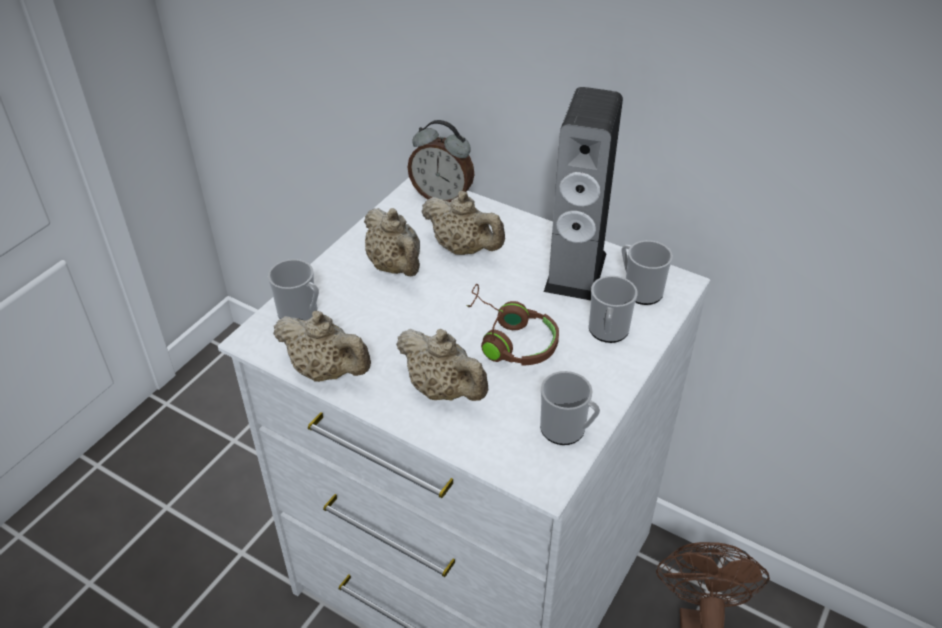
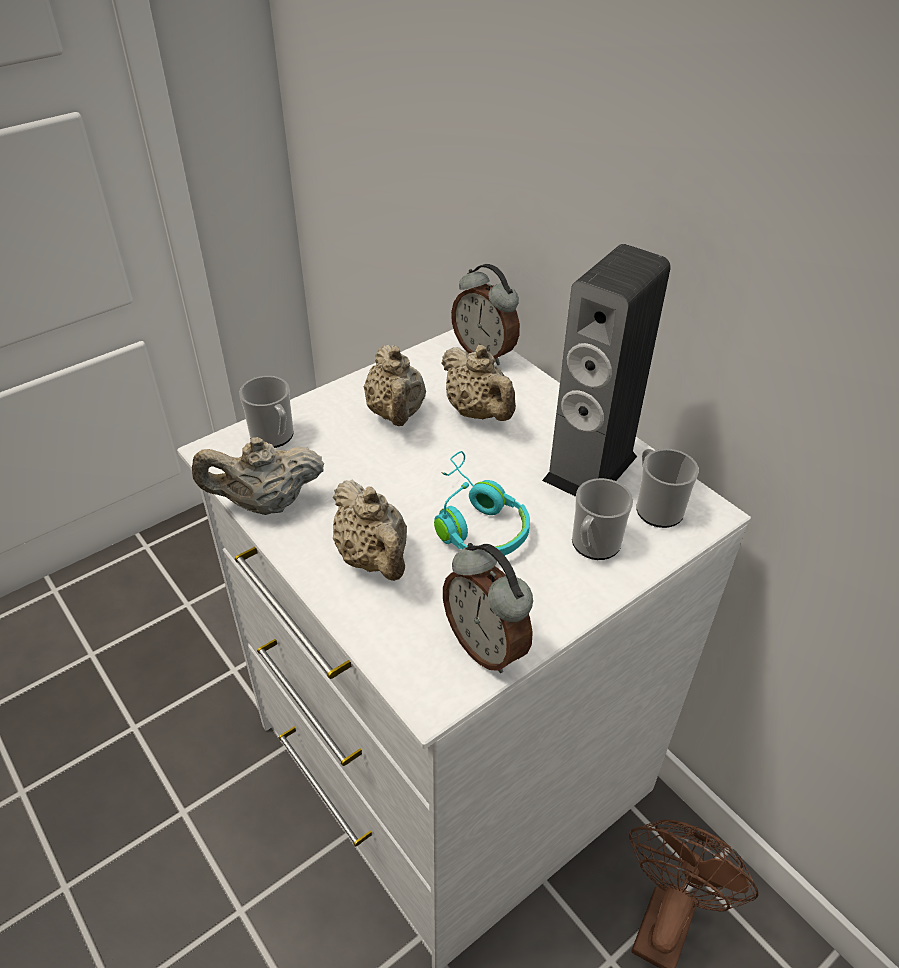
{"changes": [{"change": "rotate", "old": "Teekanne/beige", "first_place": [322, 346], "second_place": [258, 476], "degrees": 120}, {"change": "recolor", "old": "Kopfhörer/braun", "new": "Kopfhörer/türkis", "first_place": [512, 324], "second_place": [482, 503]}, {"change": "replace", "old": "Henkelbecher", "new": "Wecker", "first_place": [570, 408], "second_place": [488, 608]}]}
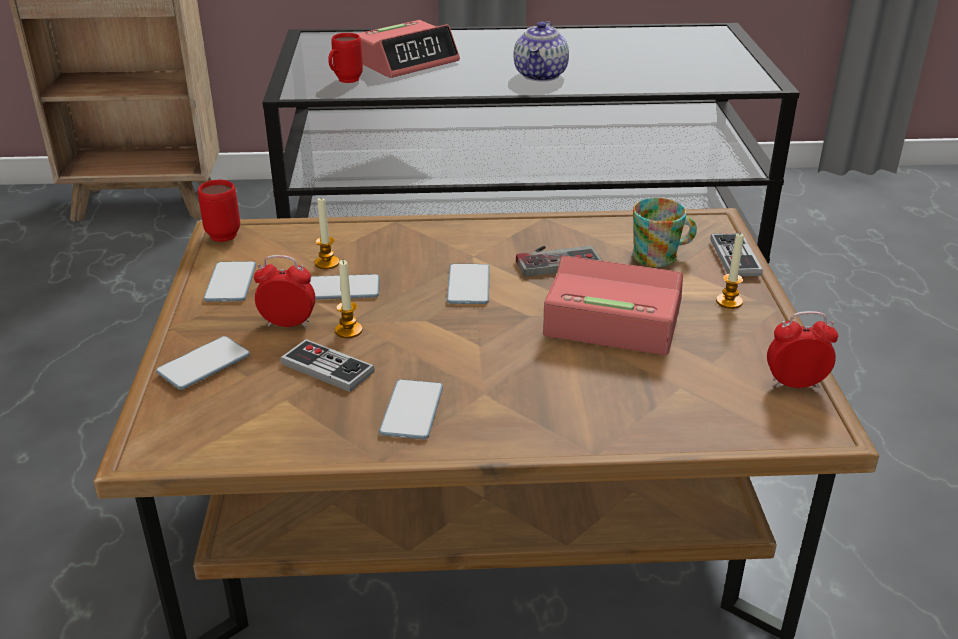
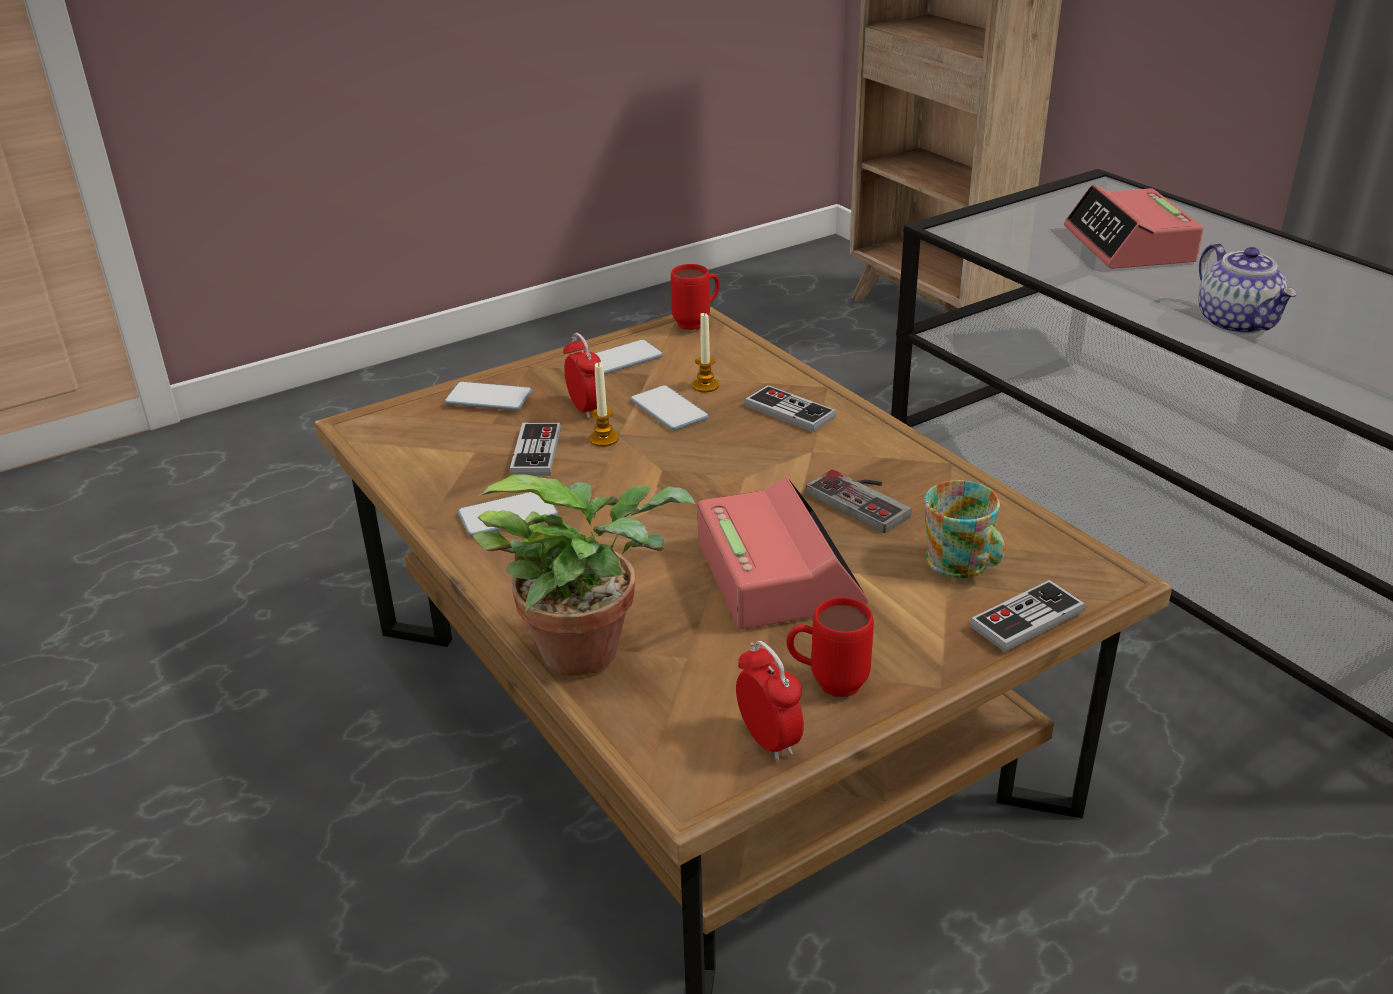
{"changes": [{"change": "move", "old": "Henkelbecher/rot", "first_place": [345, 58], "second_place": [830, 647]}, {"change": "rotate", "old": "Wecker", "first_place": [408, 49], "second_place": [1133, 226], "degrees": 60}, {"change": "delete", "old": "Handy", "first_place": [468, 284]}, {"change": "rotate", "old": "Teekanne", "first_place": [541, 51], "second_place": [1247, 288], "degrees": -90}, {"change": "delete", "old": "Kerze", "first_place": [730, 271]}, {"change": "insert", "new": "Topfpflanze", "second_place": [583, 575]}, {"change": "insert", "new": "Gamepad", "second_place": [790, 408]}]}
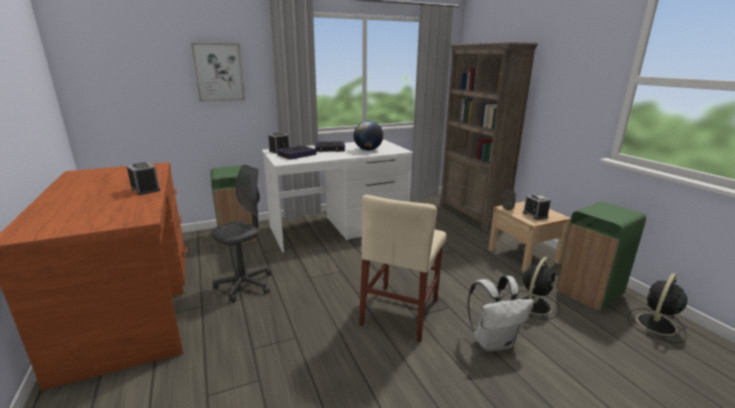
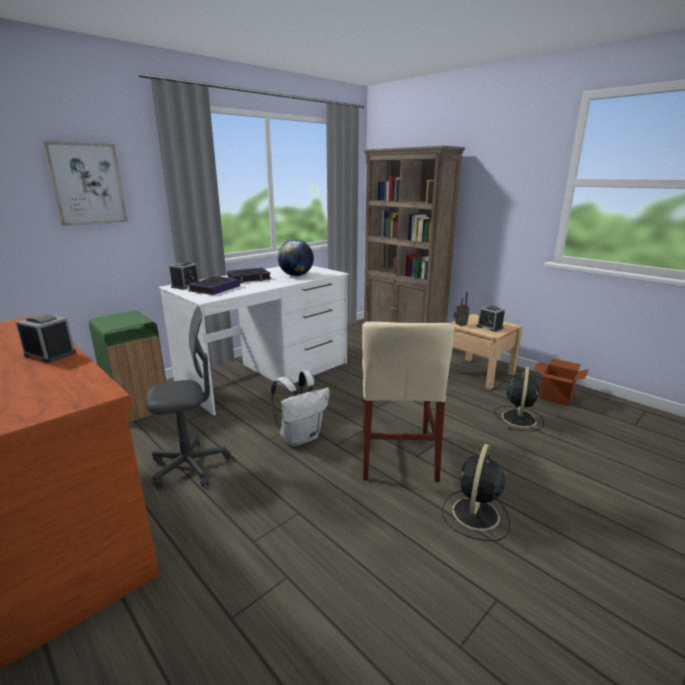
{"changes": [{"change": "rotate", "old": "Bürostuhl/grau", "first_place": [241, 233], "second_place": [188, 397], "degrees": 45}, {"change": "move", "old": "Rucksack/weiß", "first_place": [501, 314], "second_place": [300, 408]}, {"change": "replace", "old": "Mülleimer/grün", "new": "Karton", "first_place": [601, 256], "second_place": [561, 382]}, {"change": "move", "old": "Ventilator/schwarz", "first_place": [658, 308], "second_place": [476, 492]}]}
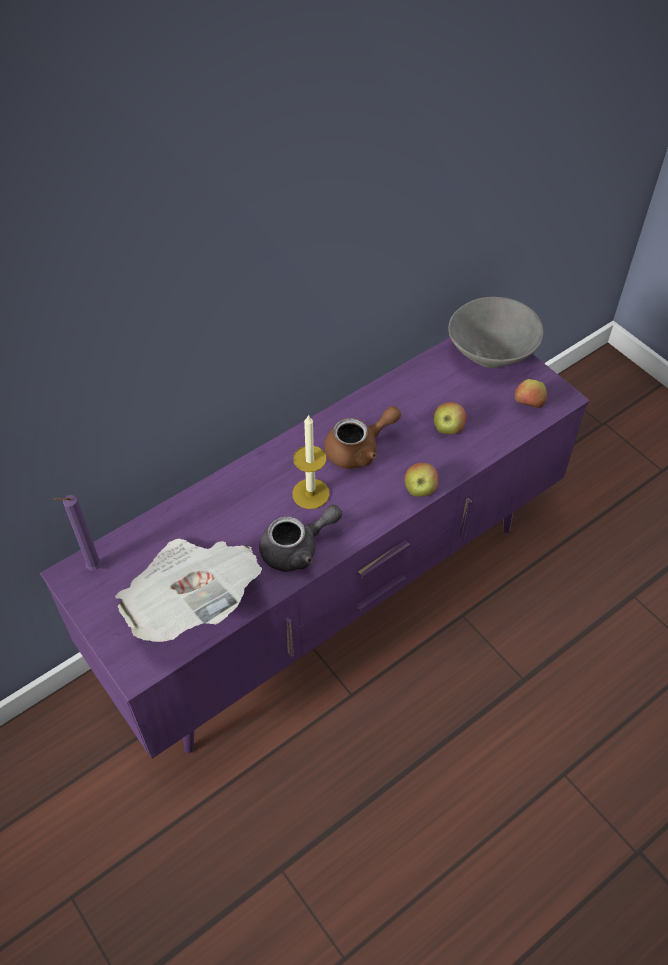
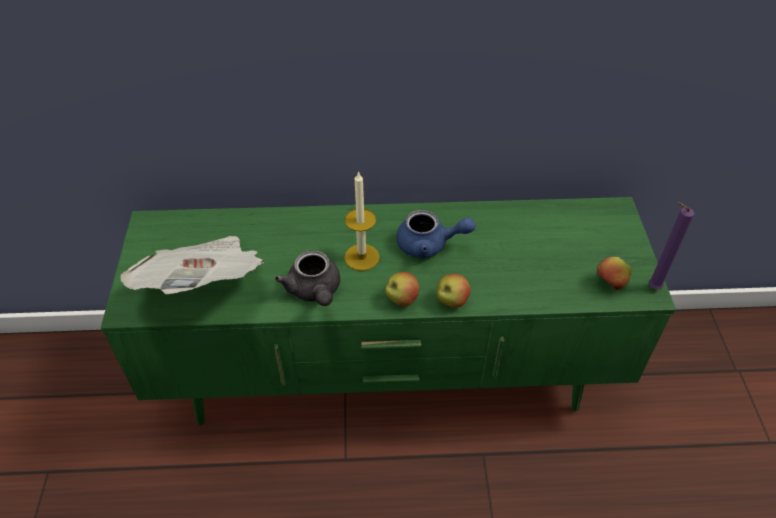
{"changes": [{"change": "recolor", "old": "Fernsehschrank/lila", "new": "Fernsehschrank/grün", "first_place": [315, 548], "second_place": [388, 311]}, {"change": "move", "old": "Kerze/lila", "first_place": [77, 533], "second_place": [671, 246]}, {"change": "rotate", "old": "Teekanne/grau", "first_place": [300, 538], "second_place": [307, 278], "degrees": 60}, {"change": "recolor", "old": "Teekanne/braun", "new": "Teekanne/blau", "first_place": [362, 437], "second_place": [436, 234]}, {"change": "move", "old": "Apfel", "first_place": [450, 418], "second_place": [402, 289]}, {"change": "delete", "old": "Schüssel/grau", "first_place": [495, 332]}]}
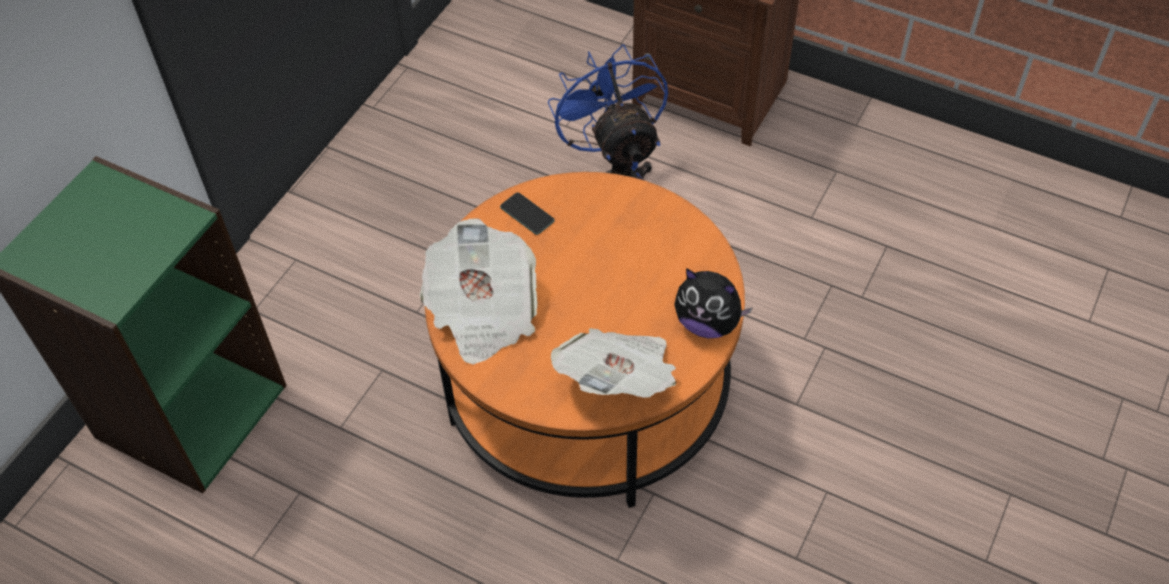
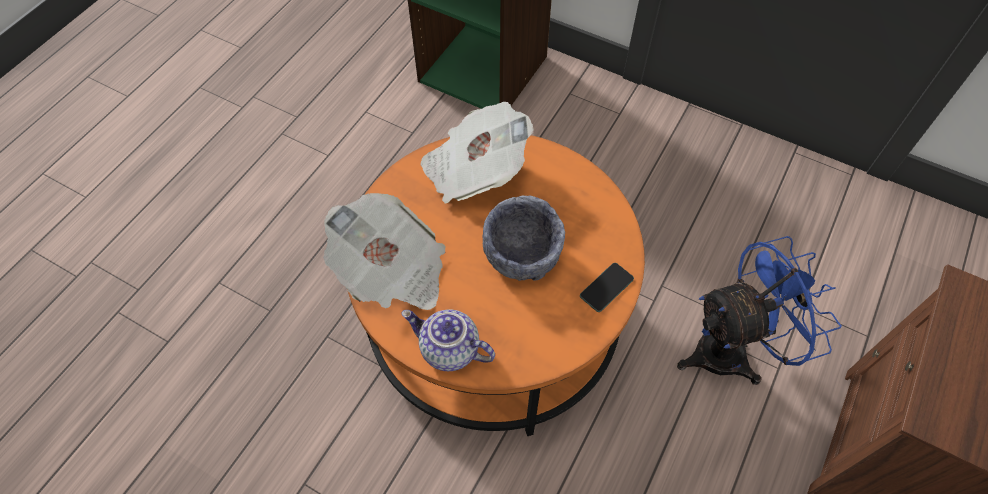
{"changes": [{"change": "move", "old": "Handy", "first_place": [527, 213], "second_place": [607, 287]}, {"change": "replace", "old": "Plüschtier", "new": "Teekanne", "first_place": [713, 303], "second_place": [448, 340]}, {"change": "insert", "new": "Schüssel/grau", "second_place": [523, 238]}]}
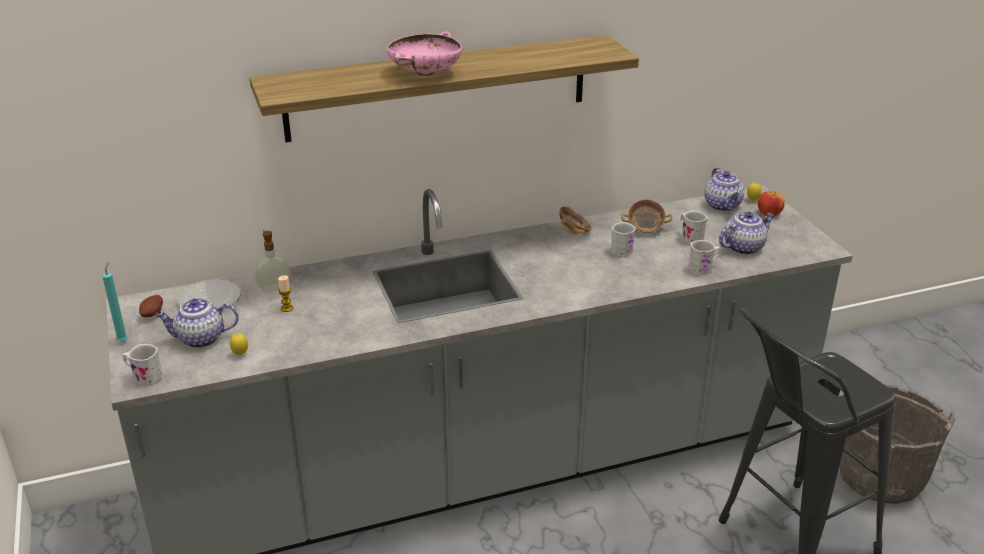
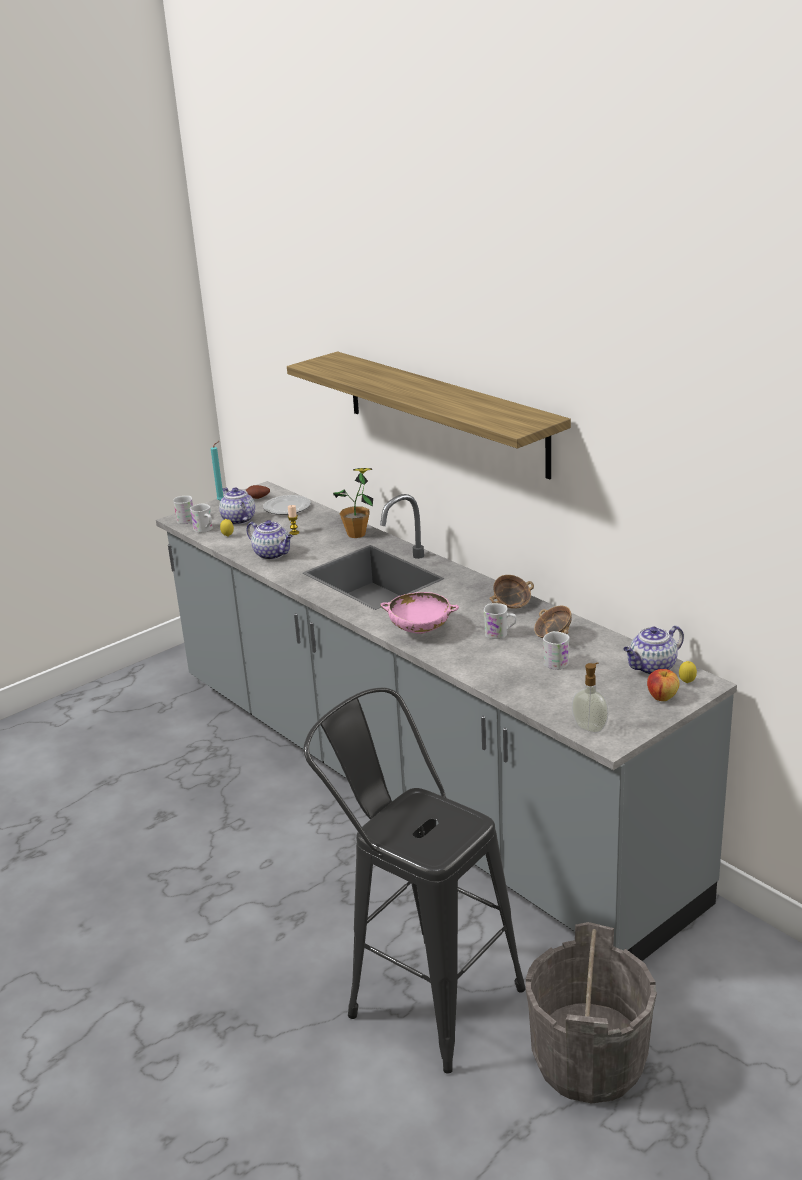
{"changes": [{"change": "move", "old": "Seifenspender", "first_place": [272, 261], "second_place": [590, 697]}, {"change": "move", "old": "Schüssel/rosa", "first_place": [424, 54], "second_place": [419, 613]}, {"change": "move", "old": "Henkelbecher/weiß", "first_place": [704, 257], "second_place": [201, 518]}, {"change": "move", "old": "Teekanne", "first_place": [746, 233], "second_place": [269, 540]}, {"change": "insert", "new": "Topfpflanze", "second_place": [353, 503]}]}
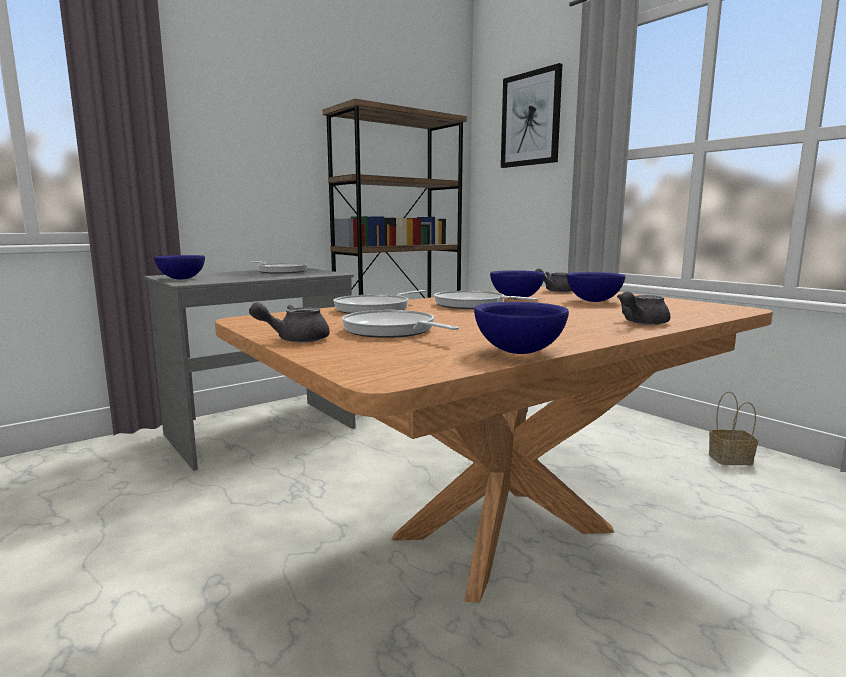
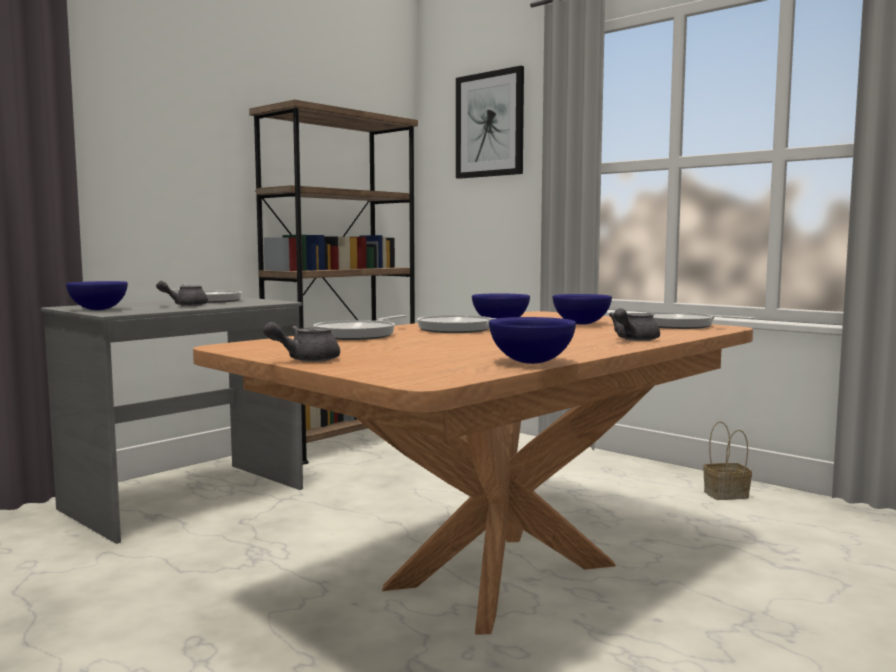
{"changes": [{"change": "move", "old": "Pfanne", "first_place": [400, 324], "second_place": [701, 320]}, {"change": "move", "old": "Teekanne/grau", "first_place": [553, 280], "second_place": [182, 293]}]}
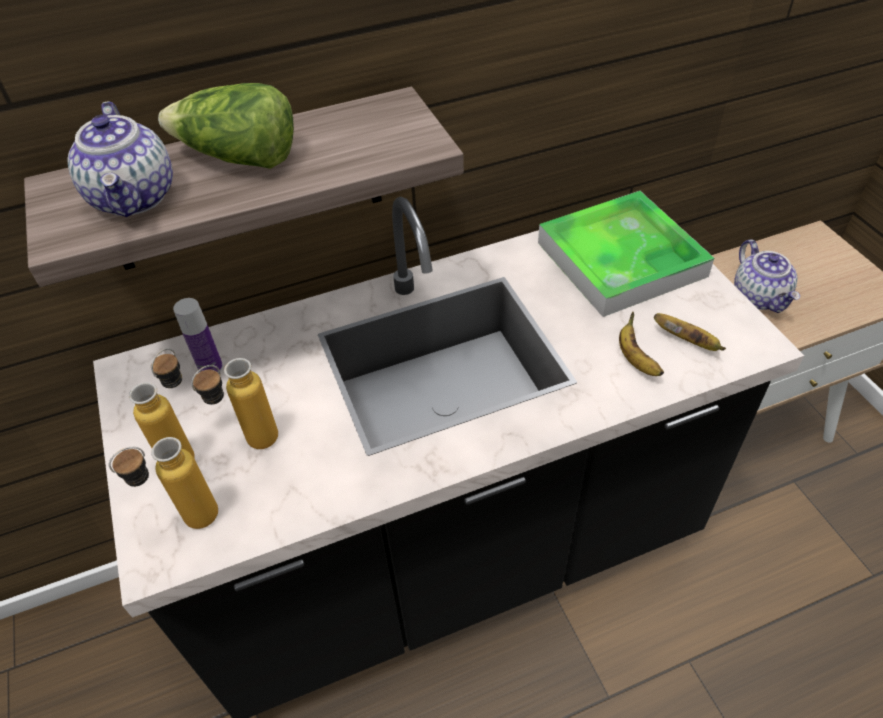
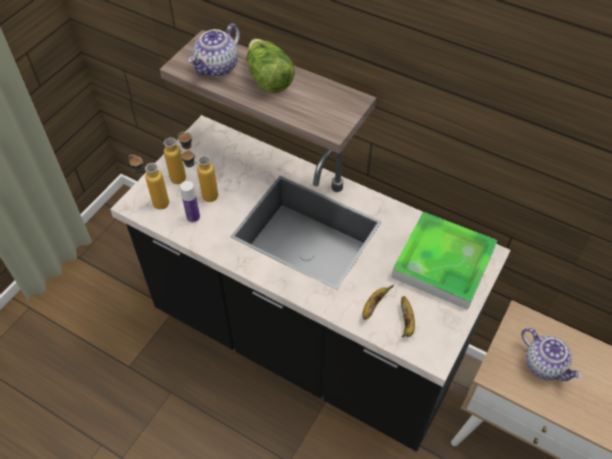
{"changes": [{"change": "move", "old": "Flasche", "first_place": [198, 335], "second_place": [190, 202]}, {"change": "rotate", "old": "Teekanne", "first_place": [767, 276], "second_place": [551, 354], "degrees": -75}]}
